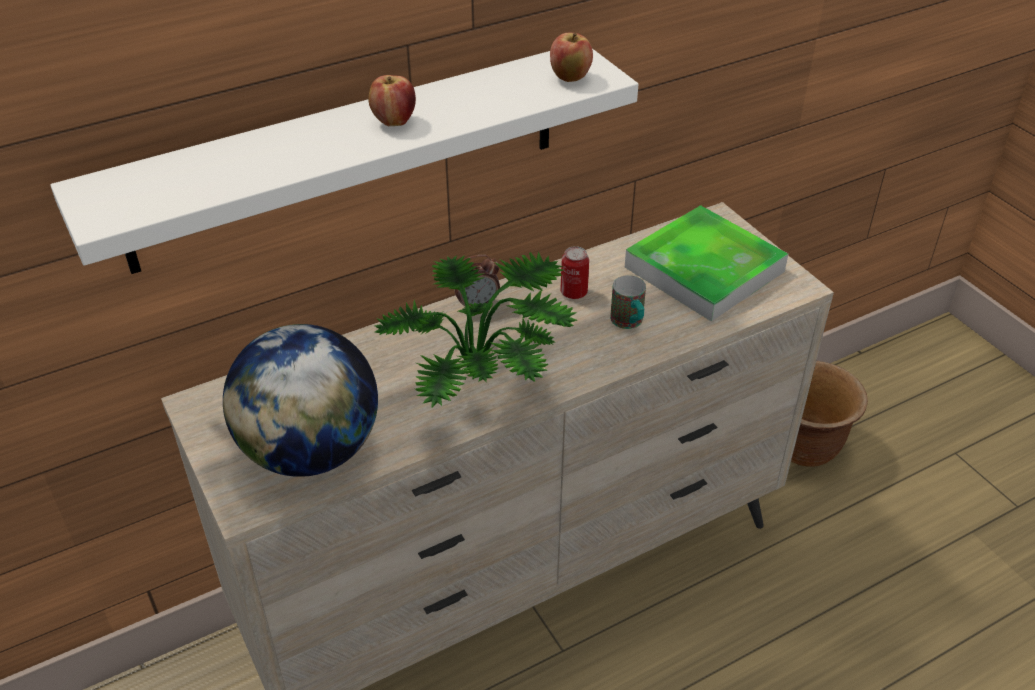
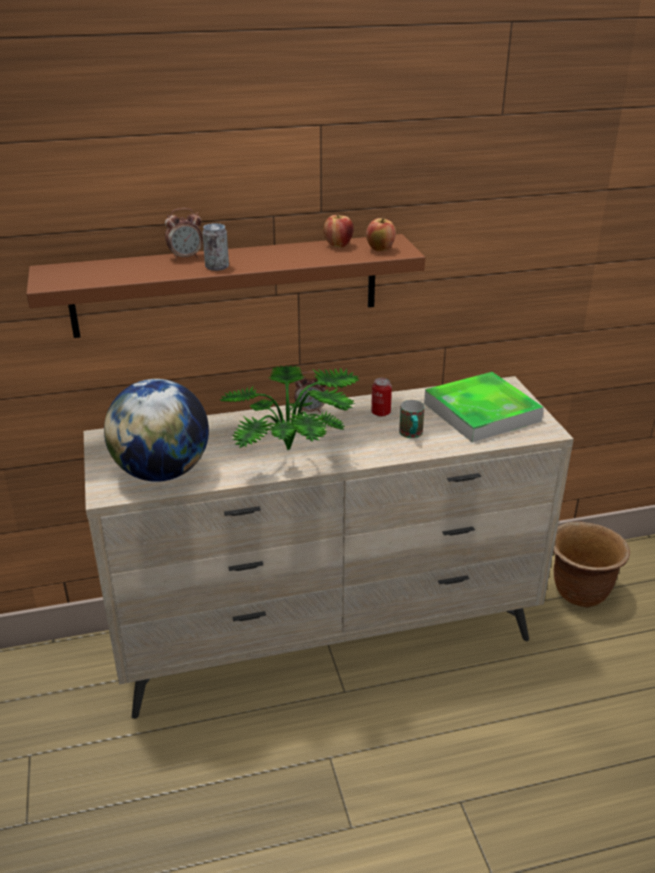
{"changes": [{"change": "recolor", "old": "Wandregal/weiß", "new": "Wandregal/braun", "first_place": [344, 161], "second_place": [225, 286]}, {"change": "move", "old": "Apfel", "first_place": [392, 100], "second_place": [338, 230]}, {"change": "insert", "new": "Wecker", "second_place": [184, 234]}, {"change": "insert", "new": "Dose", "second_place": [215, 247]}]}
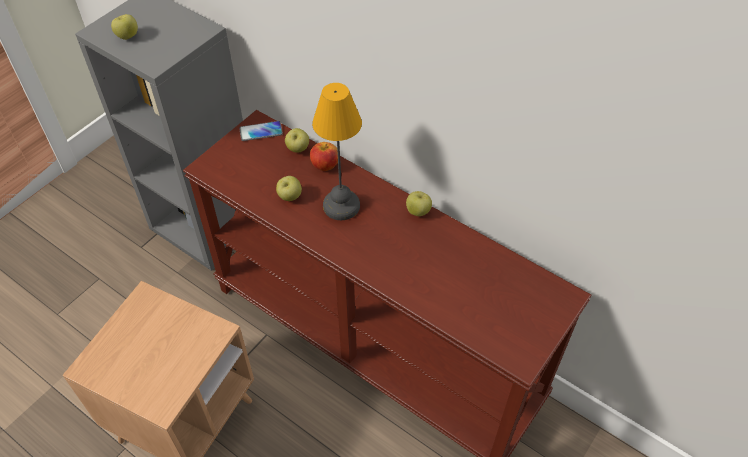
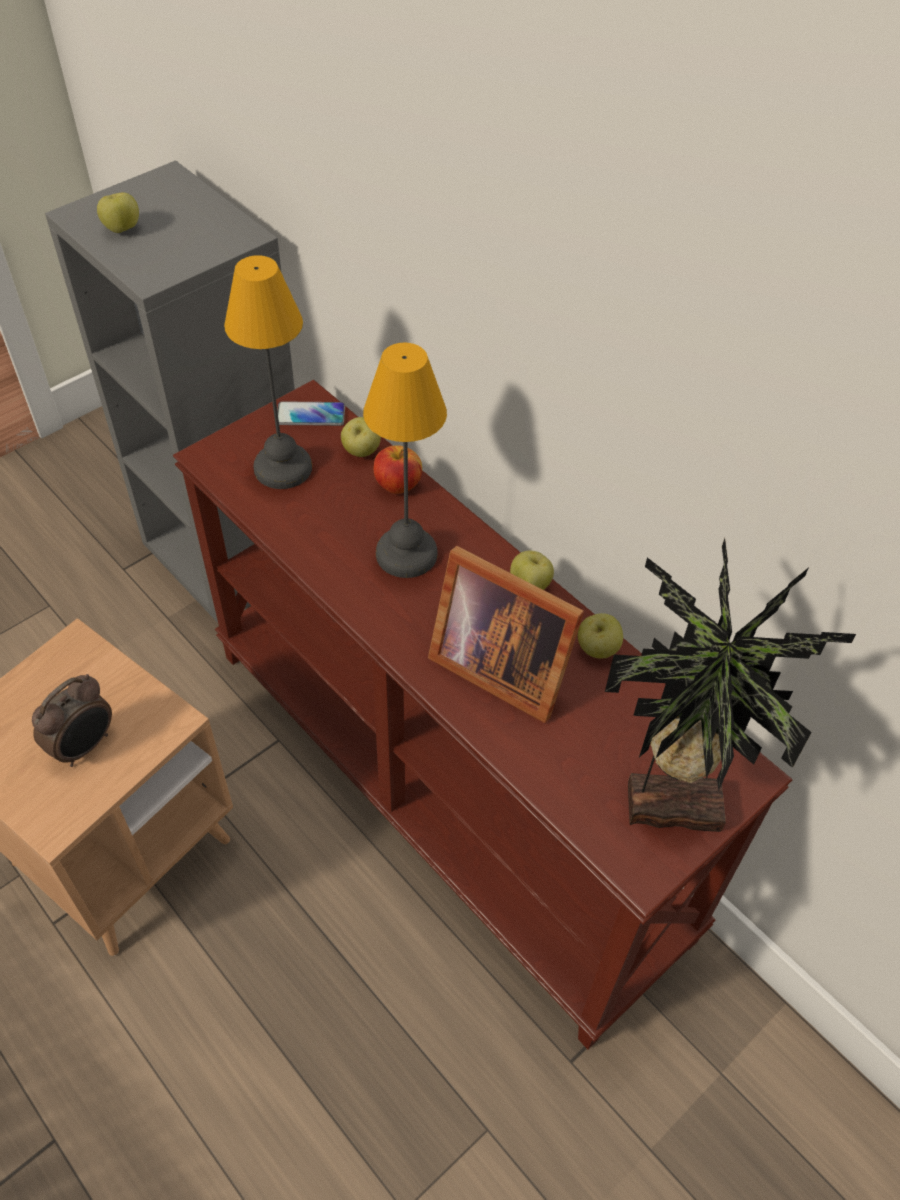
{"changes": [{"change": "move", "old": "Apfel", "first_place": [289, 188], "second_place": [600, 636]}, {"change": "insert", "new": "Wecker", "second_place": [72, 720]}, {"change": "insert", "new": "Tischlampe", "second_place": [268, 372]}, {"change": "insert", "new": "Bilderrahmen", "second_place": [506, 634]}, {"change": "insert", "new": "Topfpflanze", "second_place": [730, 685]}]}
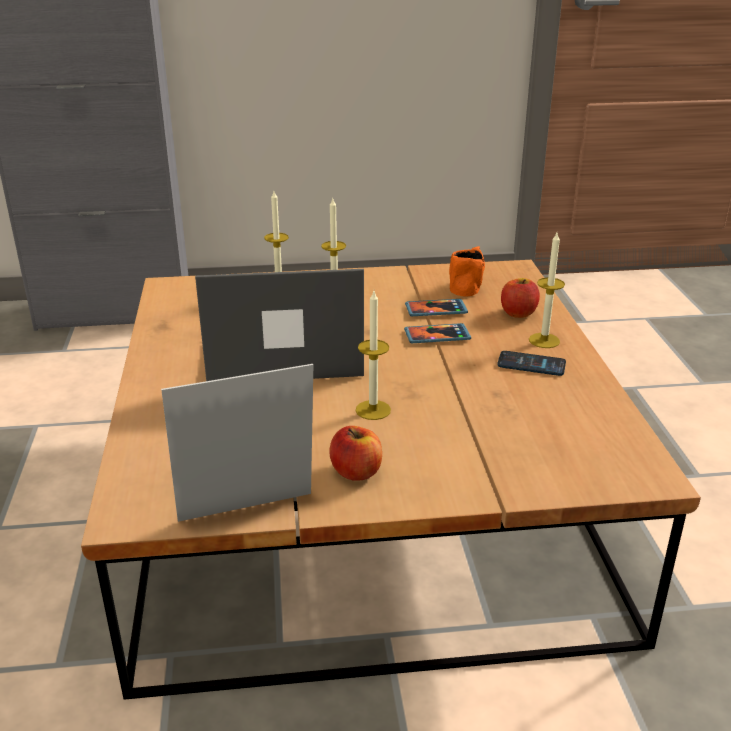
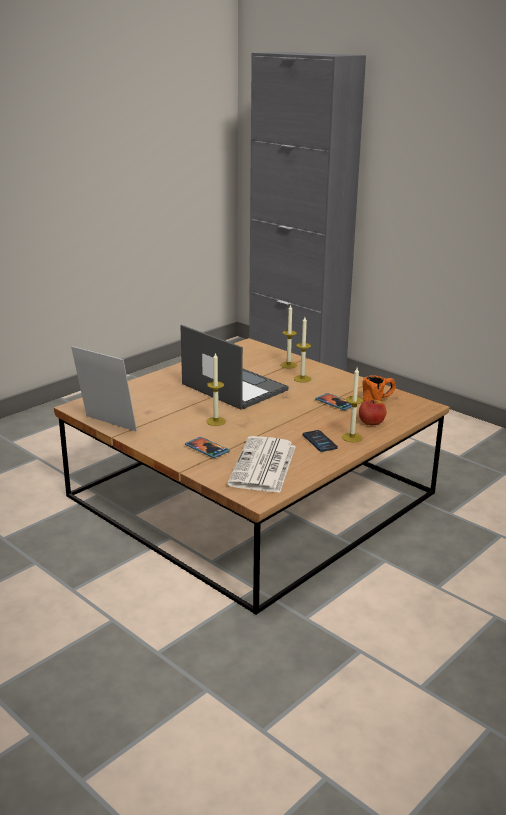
{"changes": [{"change": "delete", "old": "Apfel", "first_place": [355, 453]}, {"change": "move", "old": "Handy", "first_place": [437, 333], "second_place": [207, 447]}, {"change": "insert", "new": "Zeitung", "second_place": [261, 464]}]}
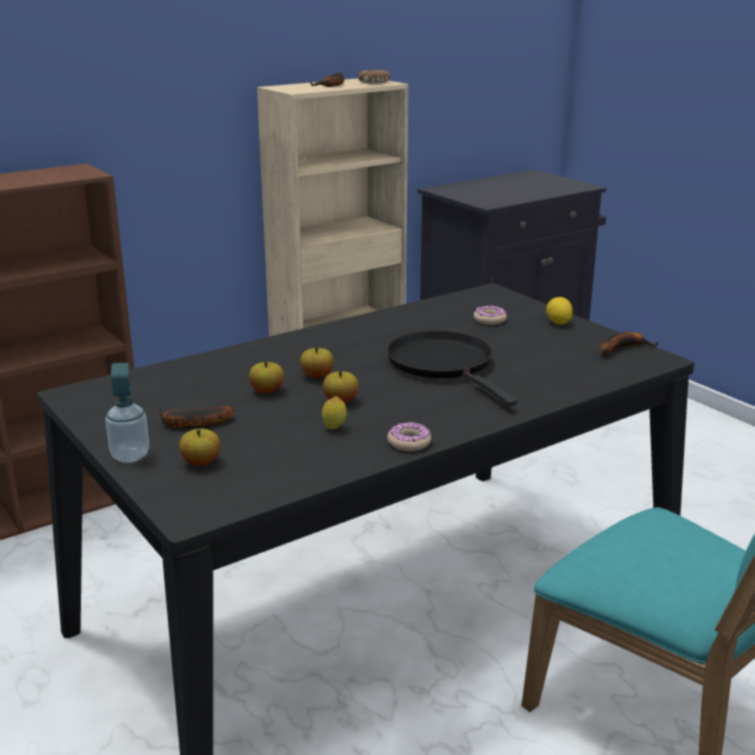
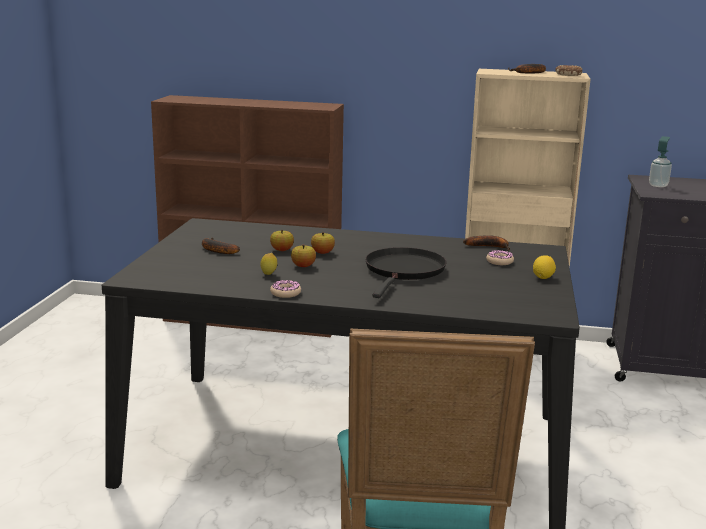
{"changes": [{"change": "move", "old": "Seifenspender", "first_place": [127, 413], "second_place": [660, 161]}, {"change": "delete", "old": "Apfel", "first_place": [199, 447]}, {"change": "move", "old": "Banane", "first_place": [629, 343], "second_place": [486, 243]}]}
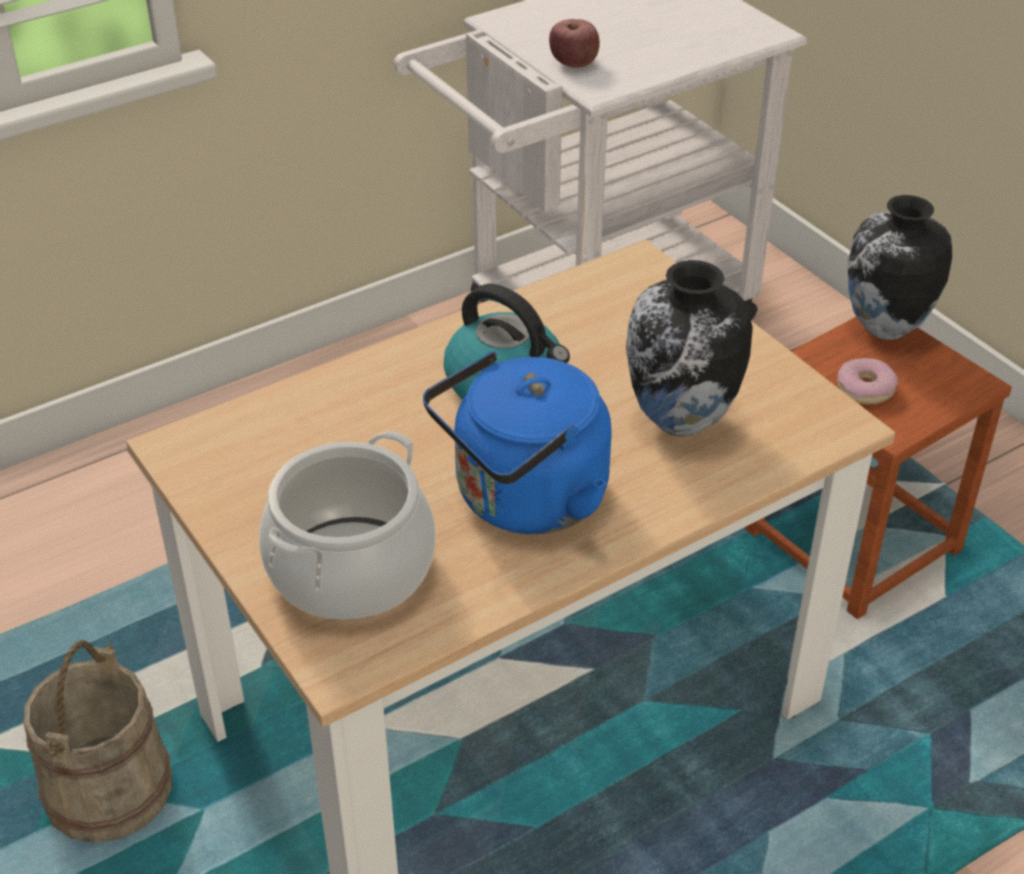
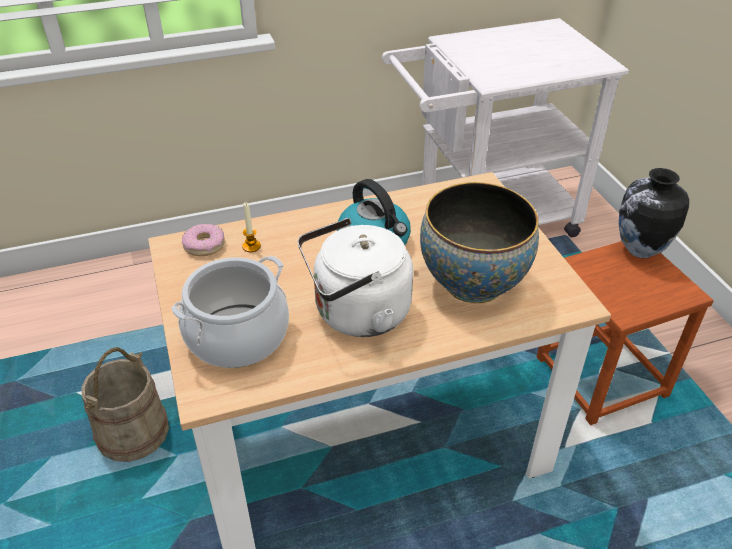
{"changes": [{"change": "recolor", "old": "Wasserkessel/blau", "new": "Wasserkessel/weiß", "first_place": [517, 442], "second_place": [355, 277]}, {"change": "delete", "old": "Apfel", "first_place": [574, 43]}, {"change": "replace", "old": "Vase", "new": "Schüssel", "first_place": [689, 348], "second_place": [479, 242]}, {"change": "move", "old": "Donut", "first_place": [867, 381], "second_place": [203, 240]}, {"change": "insert", "new": "Kerze", "second_place": [251, 227]}]}
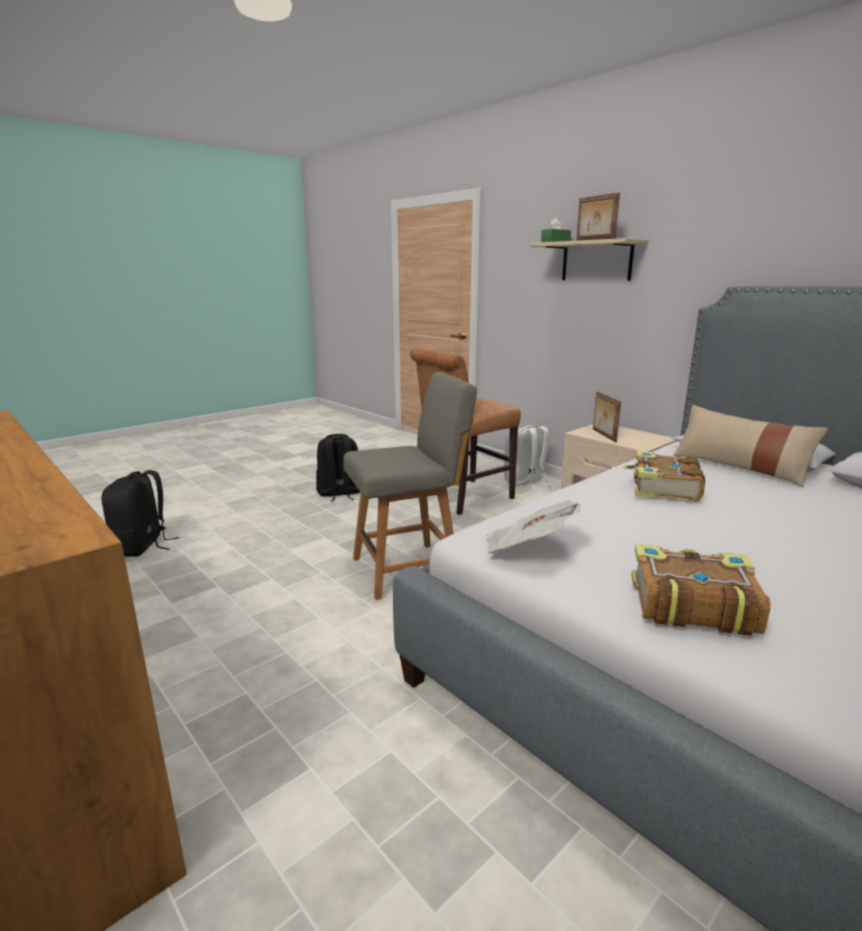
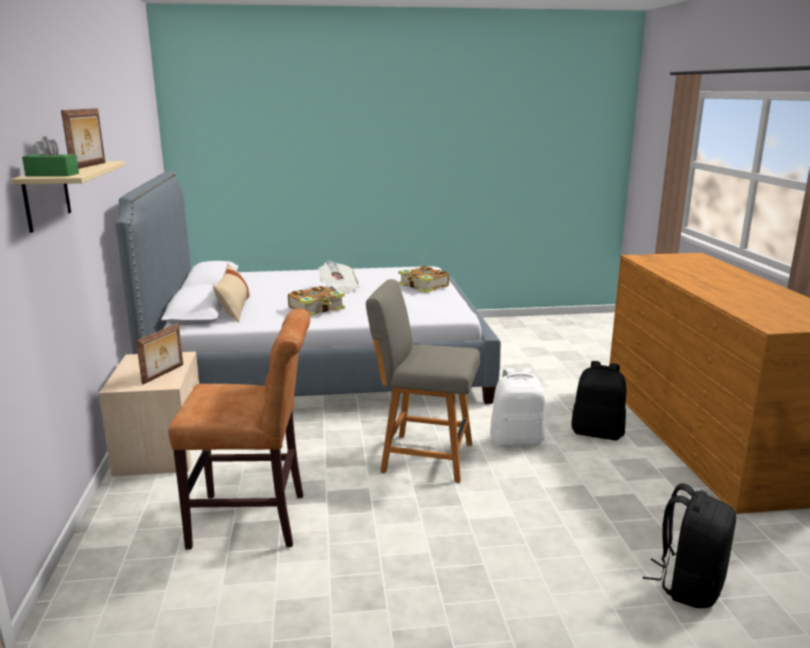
{"changes": [{"change": "move", "old": "Rucksack/schwarz", "first_place": [338, 468], "second_place": [598, 400]}, {"change": "move", "old": "Zeitung", "first_place": [533, 526], "second_place": [339, 277]}, {"change": "move", "old": "Rucksack/weiß", "first_place": [527, 457], "second_place": [517, 407]}]}
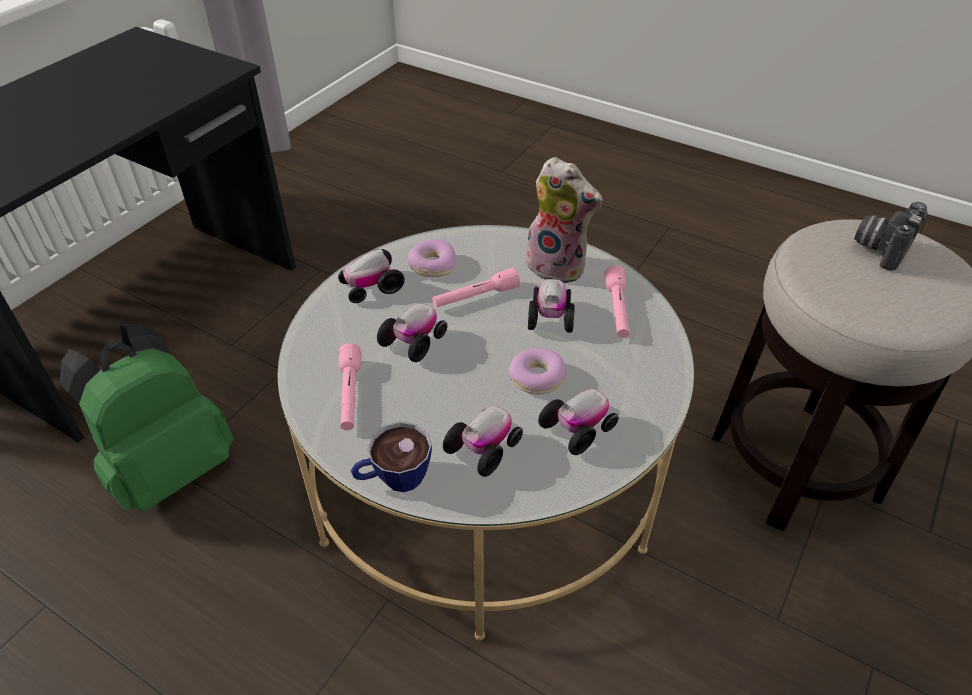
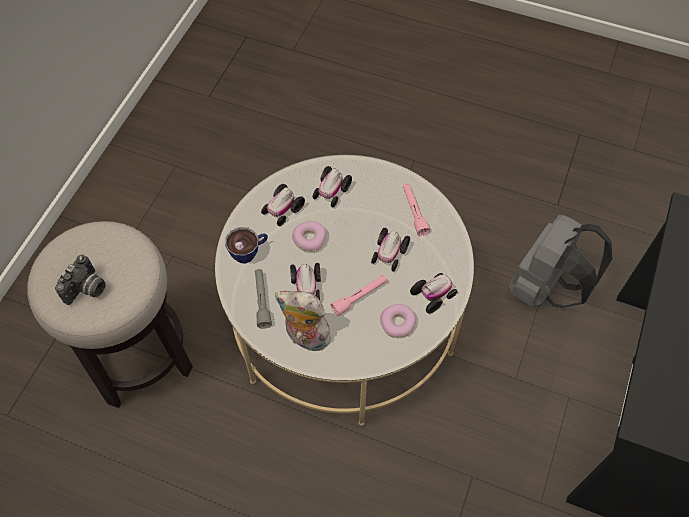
{"changes": [{"change": "recolor", "old": "Rucksack/grün", "new": "Rucksack/grau", "first_place": [146, 418], "second_place": [560, 261]}, {"change": "move", "old": "Tasse", "first_place": [391, 457], "second_place": [246, 245]}, {"change": "recolor", "old": "Taschenlampe/rosa", "new": "Taschenlampe/grau", "first_place": [616, 301], "second_place": [263, 298]}]}
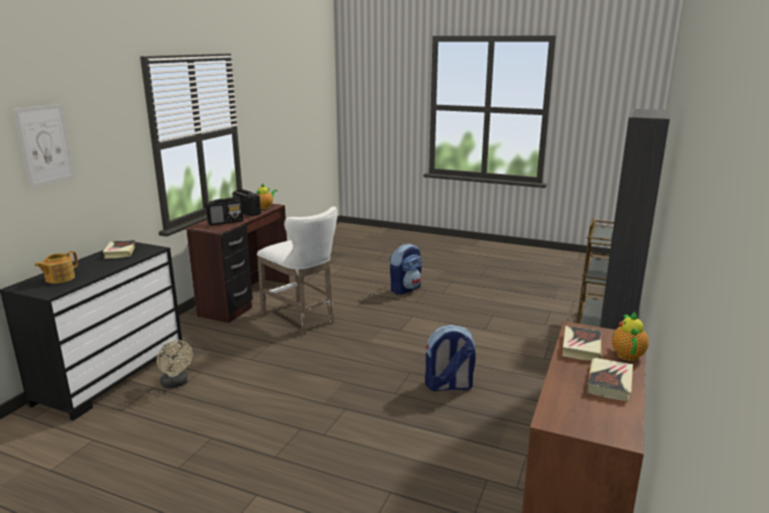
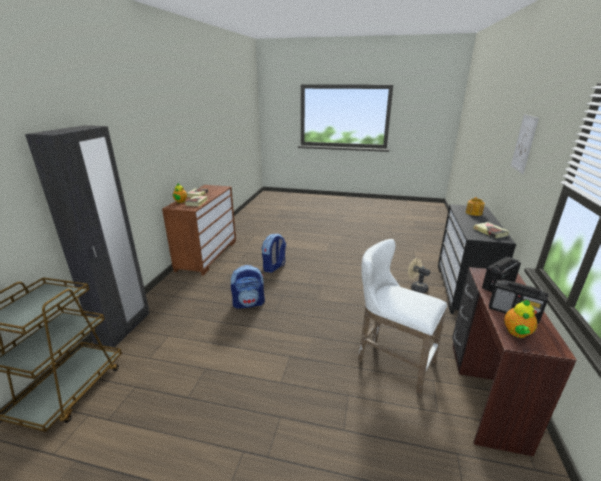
{"changes": [{"change": "move", "old": "Rucksack", "first_place": [406, 269], "second_place": [273, 253]}]}
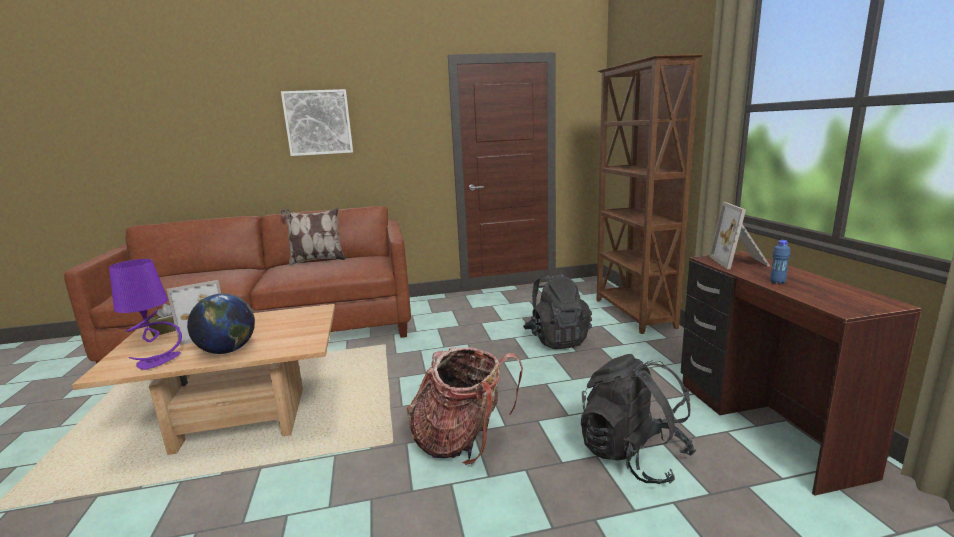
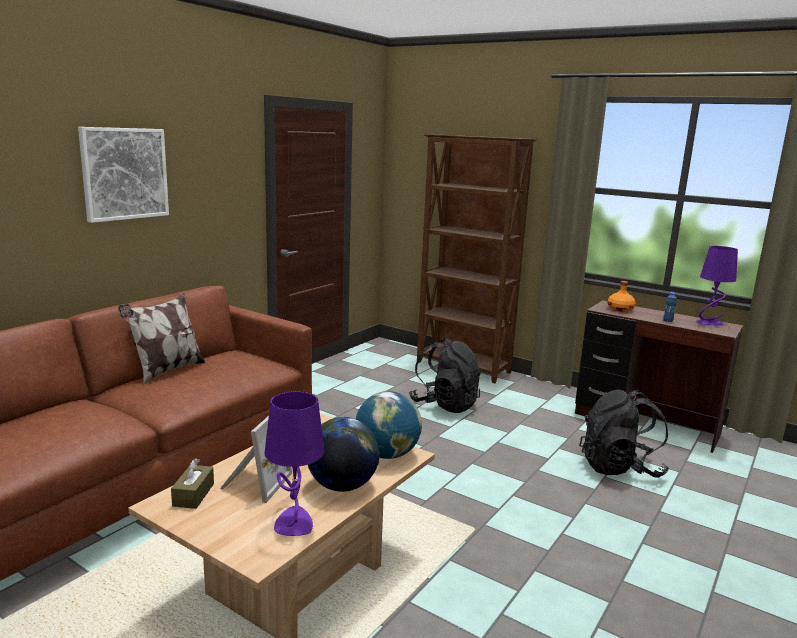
{"changes": [{"change": "delete", "old": "Rucksack", "first_place": [465, 406]}, {"change": "replace", "old": "Bilderrahmen", "new": "Flasche/orange", "first_place": [740, 235], "second_place": [622, 296]}, {"change": "insert", "new": "Globus", "second_place": [389, 425]}, {"change": "insert", "new": "Tischlampe/lila", "second_place": [717, 285]}]}
